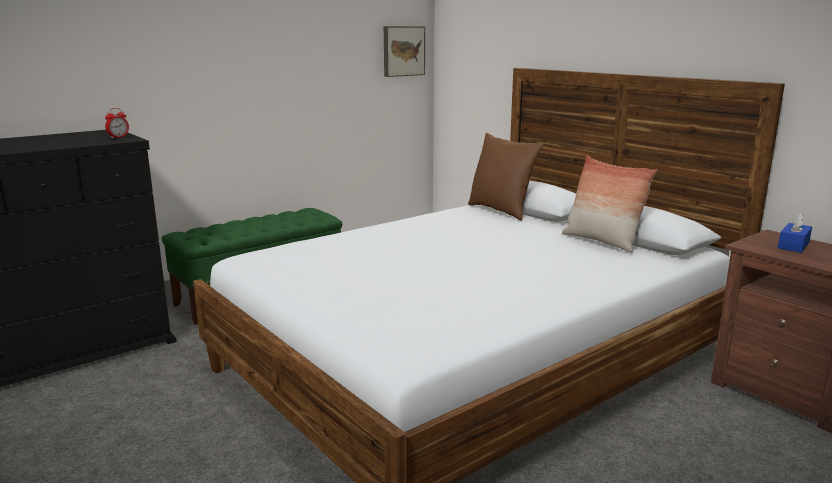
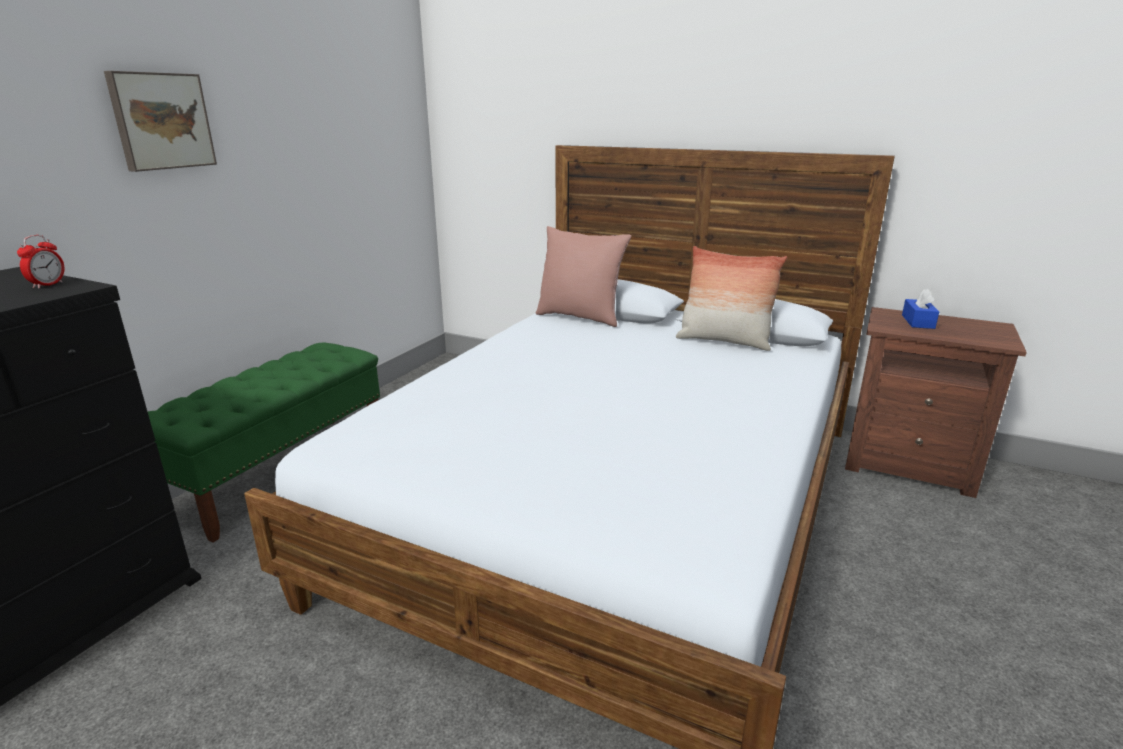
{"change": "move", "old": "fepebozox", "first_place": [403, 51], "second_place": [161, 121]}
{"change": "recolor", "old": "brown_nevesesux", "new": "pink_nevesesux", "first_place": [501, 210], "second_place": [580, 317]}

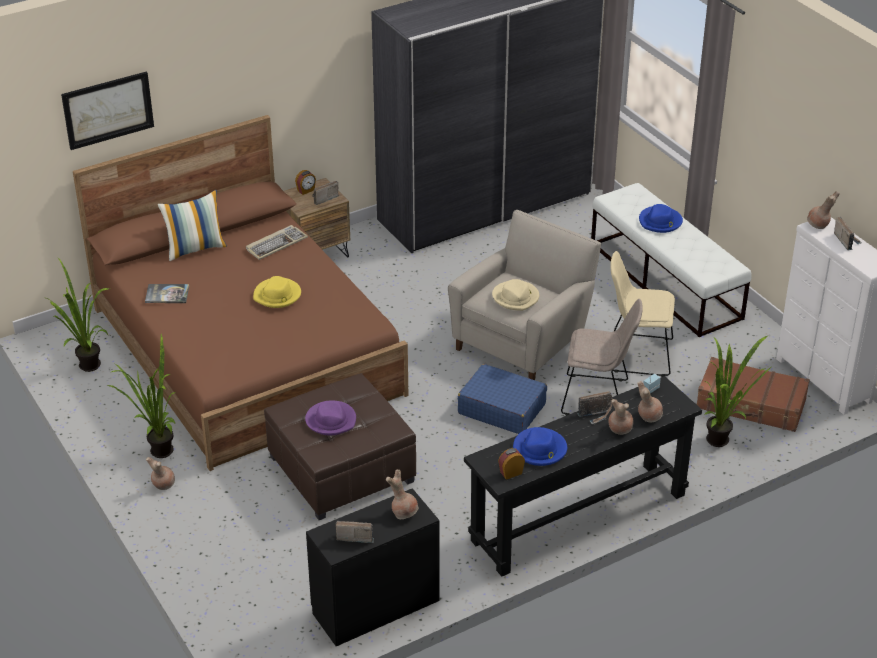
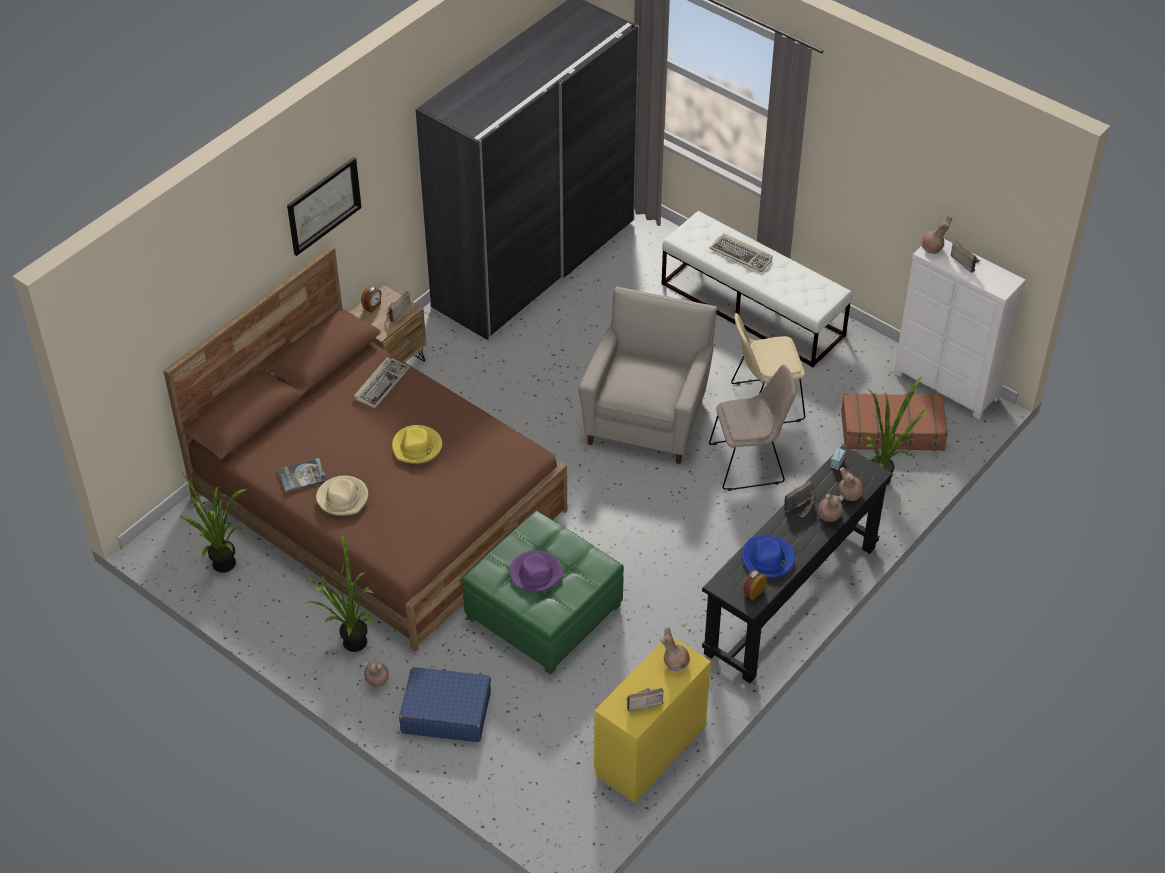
{"change": "move", "old": "fepebozox", "first_place": [108, 110], "second_place": [323, 205]}
{"change": "move", "old": "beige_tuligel", "first_place": [516, 297], "second_place": [343, 498]}
{"change": "move", "old": "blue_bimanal", "first_place": [501, 408], "second_place": [446, 712]}
{"change": "recolor", "old": "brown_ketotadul", "new": "green_ketotadul", "first_place": [341, 468], "second_place": [543, 611]}
{"change": "recolor", "old": "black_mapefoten", "new": "yellow_mapefoten", "first_place": [374, 606], "second_place": [649, 750]}
{"change": "replace", "old": "blue_tuligel", "new": "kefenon", "first_place": [660, 222], "second_place": [742, 254]}
{"change": "delete", "old": "nevesesux", "first_place": [195, 248]}

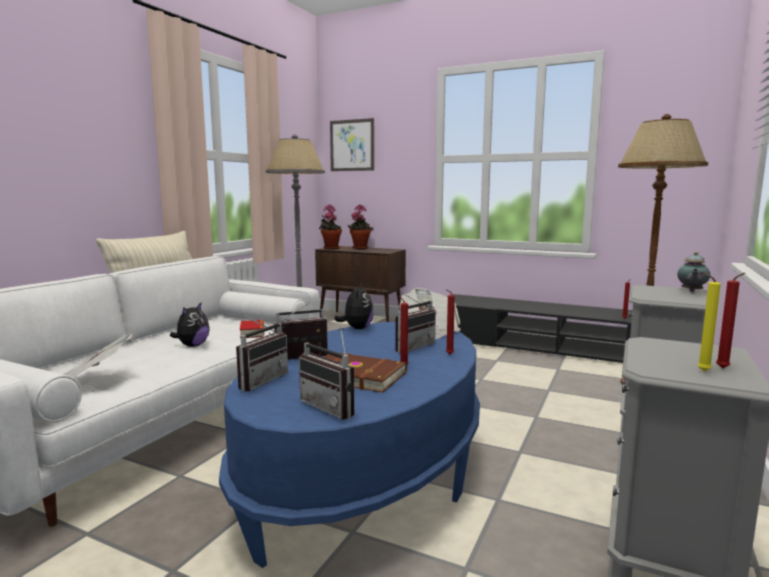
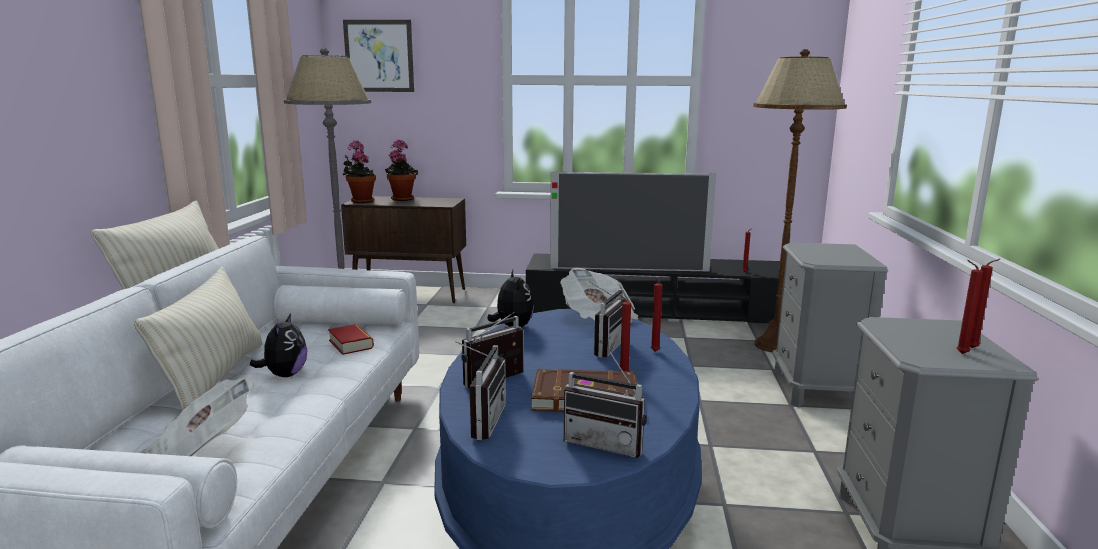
{"change": "insert", "new": "beige_nevesesux", "second_place": [215, 378]}
{"change": "insert", "new": "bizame", "second_place": [629, 269]}
{"change": "recolor", "old": "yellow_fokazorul", "new": "red_fokazorul", "first_place": [701, 370], "second_place": [959, 353]}
{"change": "delete", "old": "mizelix", "first_place": [691, 292]}

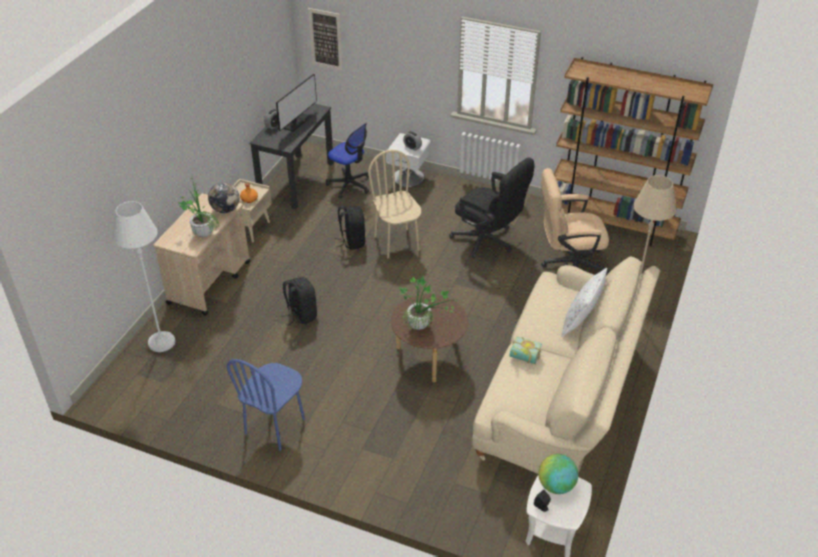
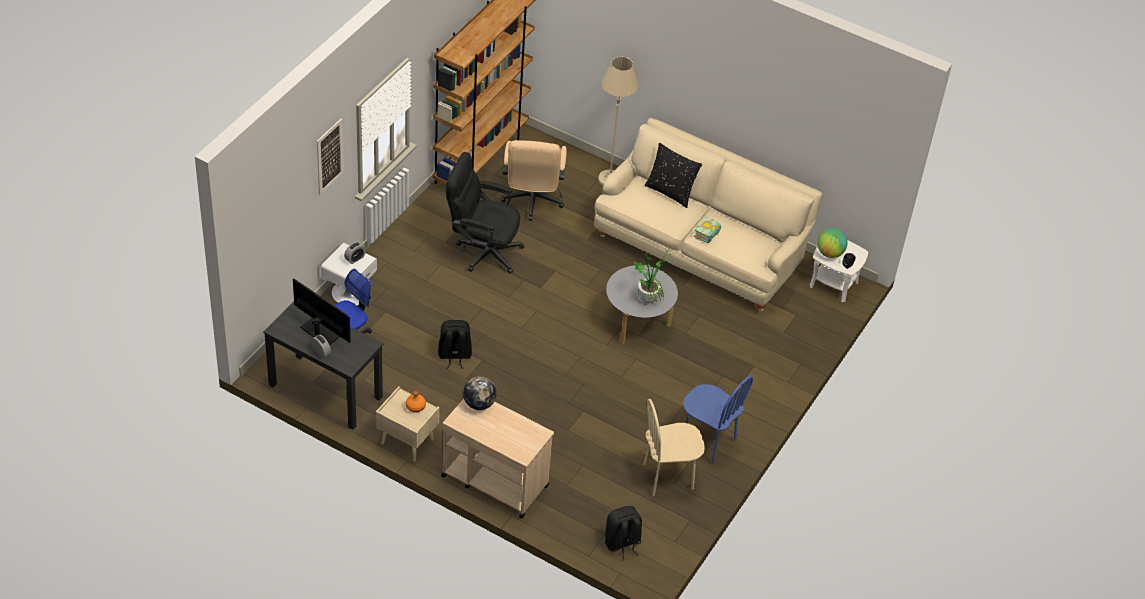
{"change": "move", "old": "fepebozox", "first_place": [326, 39], "second_place": [329, 156]}
{"change": "rotate", "old": "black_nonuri", "first_place": [488, 242], "second_place": [482, 251], "degrees": -120}
{"change": "move", "old": "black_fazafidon", "first_place": [301, 315], "second_place": [622, 543]}
{"change": "recolor", "old": "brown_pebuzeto", "new": "grey_pebuzeto", "first_place": [428, 356], "second_place": [637, 323]}
{"change": "move", "old": "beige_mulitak", "first_place": [397, 243], "second_place": [668, 476]}
{"change": "recolor", "old": "white_nevesesux", "new": "black_nevesesux", "first_place": [581, 321], "second_place": [670, 192]}
{"change": "delete", "old": "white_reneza", "first_place": [161, 342]}
{"change": "delete", "old": "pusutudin", "first_place": [202, 231]}

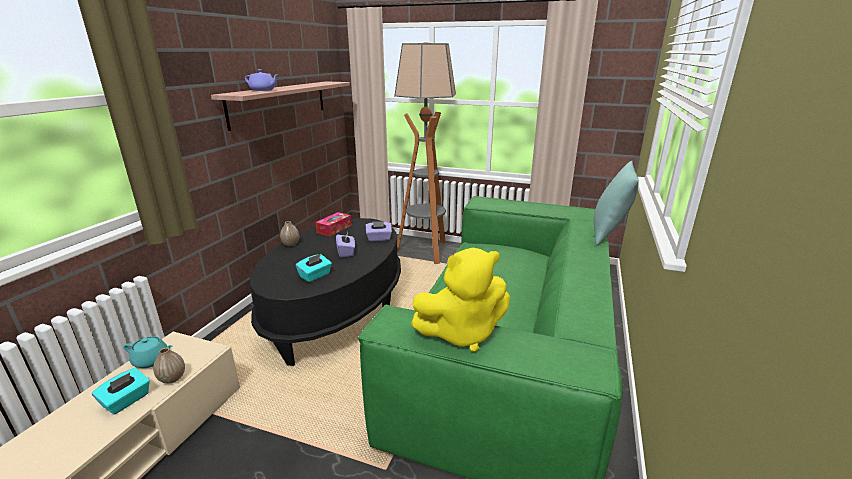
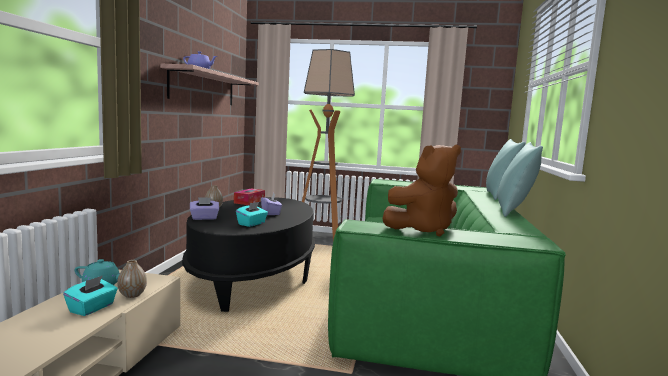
{"change": "move", "old": "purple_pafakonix", "first_place": [379, 238], "second_place": [204, 218]}
{"change": "recolor", "old": "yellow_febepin", "new": "brown_febepin", "first_place": [462, 333], "second_place": [423, 229]}
{"change": "insert", "new": "turquoise_nevesesux", "second_place": [514, 211]}

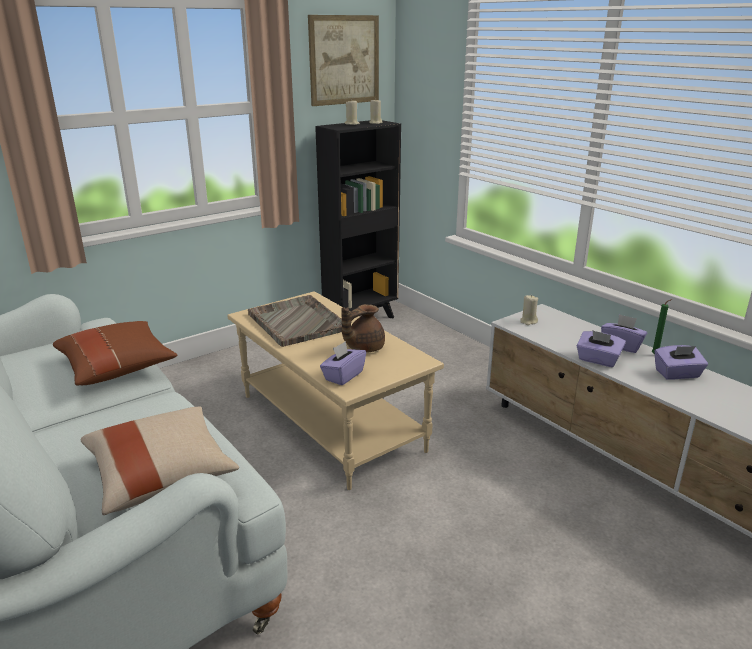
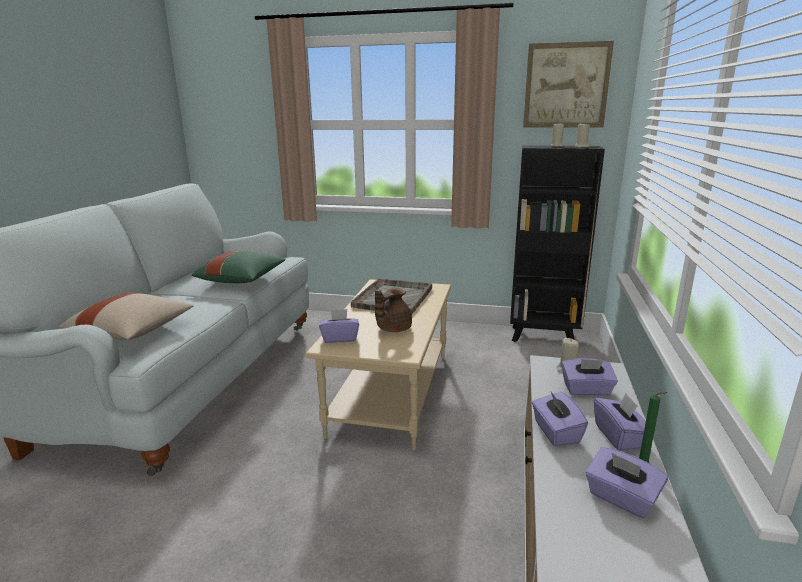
{"change": "recolor", "old": "brown_nevesesux", "new": "green_nevesesux", "first_place": [117, 368], "second_place": [242, 280]}
{"change": "rotate", "old": "brown_mizelix", "first_place": [363, 348], "second_place": [392, 329], "degrees": -60}
{"change": "insert", "new": "purple_pafakonix", "second_place": [586, 390]}

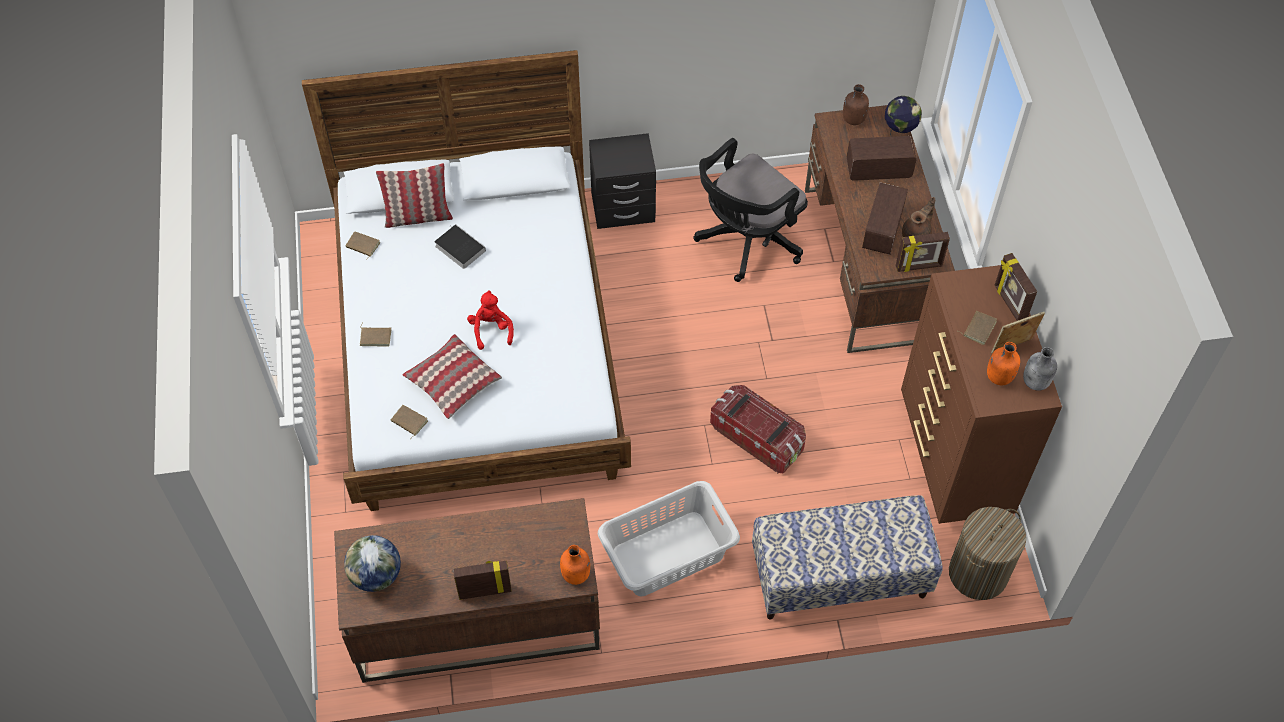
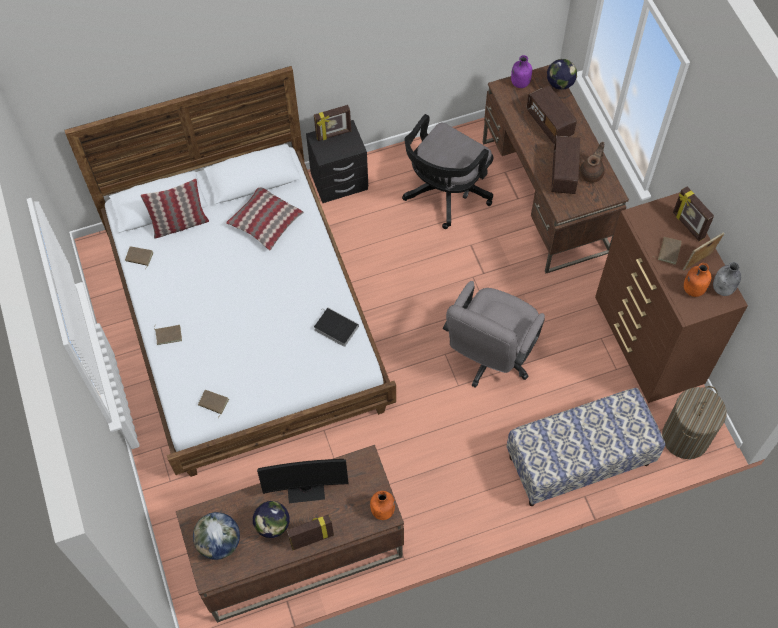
{"change": "move", "old": "nevesesux", "first_place": [453, 382], "second_place": [265, 222]}
{"change": "insert", "new": "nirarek", "second_place": [273, 528]}
{"change": "insert", "new": "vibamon", "second_place": [306, 488]}
{"change": "move", "old": "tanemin", "first_place": [919, 267], "second_place": [333, 134]}
{"change": "move", "old": "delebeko", "first_place": [458, 248], "second_place": [335, 328]}
{"change": "replace", "old": "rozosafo", "new": "grey_nonuri", "first_place": [757, 438], "second_place": [489, 357]}
{"change": "recolor", "old": "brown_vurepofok", "new": "purple_vurepofok", "first_place": [853, 119], "second_place": [519, 83]}
{"change": "rotate", "old": "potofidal", "first_place": [878, 170], "second_place": [549, 123], "degrees": -105}
{"change": "delete", "old": "red_febepin", "first_place": [491, 330]}
{"change": "delete", "old": "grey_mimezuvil", "first_place": [667, 553]}

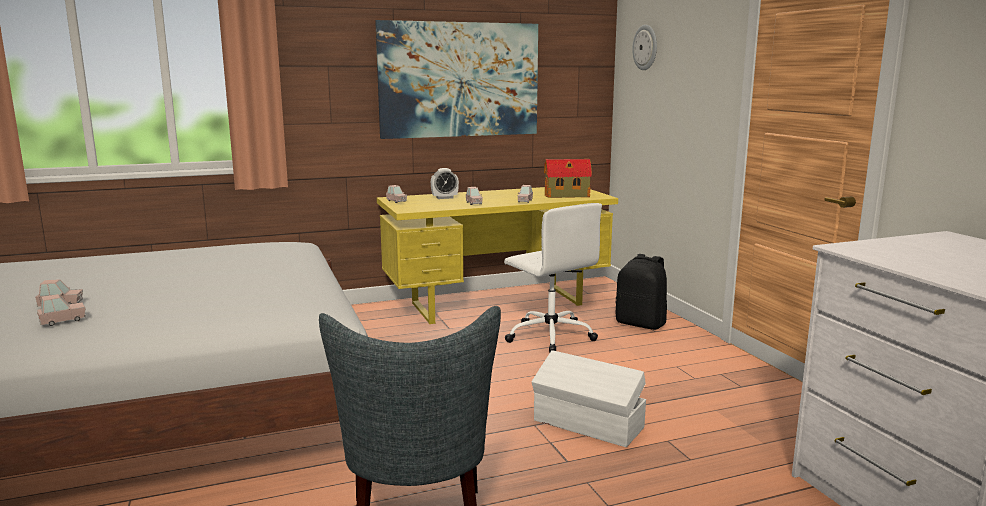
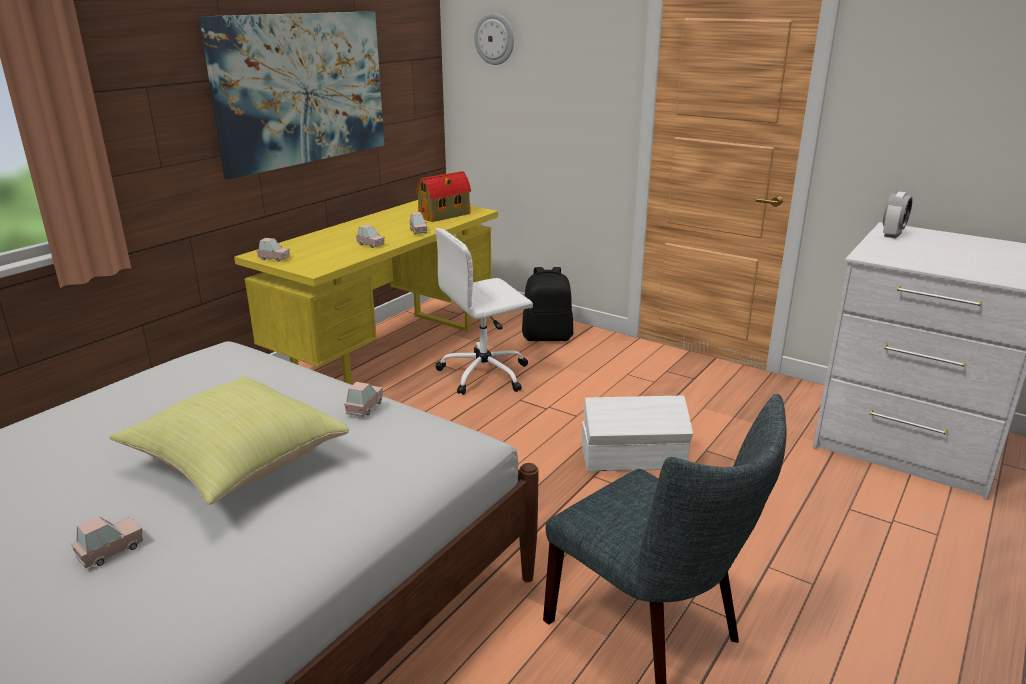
{"change": "insert", "new": "yellow_nevesesux", "second_place": [234, 463]}
{"change": "move", "old": "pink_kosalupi", "first_place": [63, 321], "second_place": [365, 407]}
{"change": "rotate", "old": "white_nonuri", "first_place": [550, 335], "second_place": [485, 373], "degrees": 135}
{"change": "move", "old": "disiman", "first_place": [444, 198], "second_place": [892, 234]}

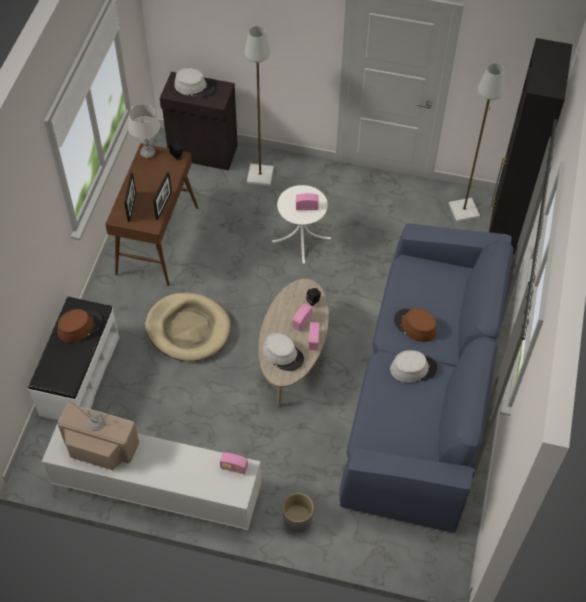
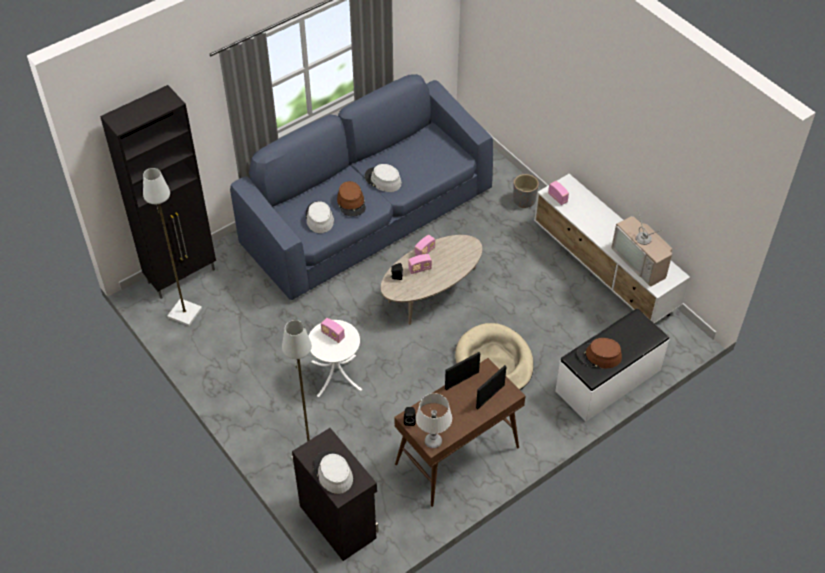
{"change": "move", "old": "grey_tuligel", "first_place": [283, 354], "second_place": [319, 218]}

